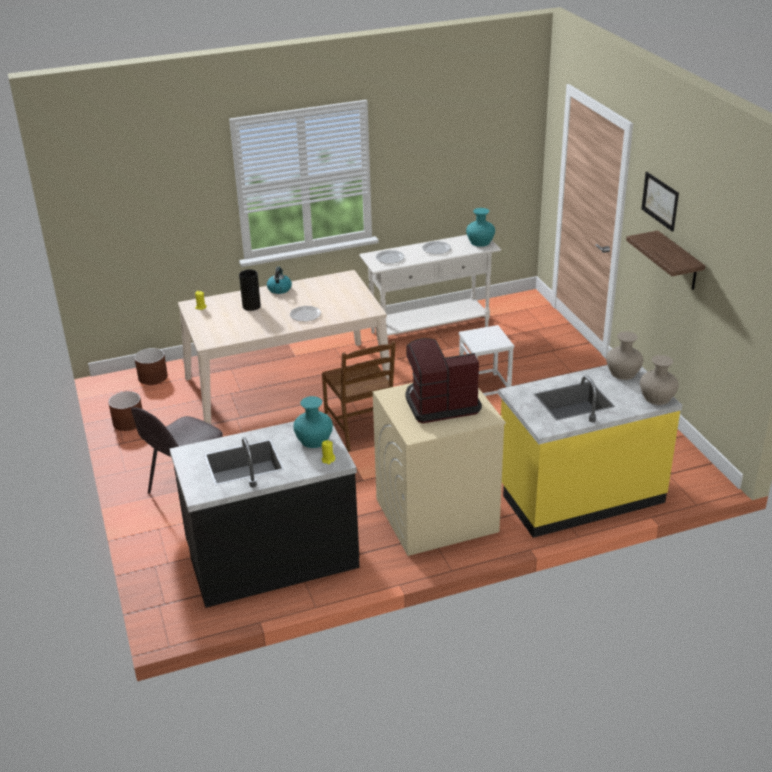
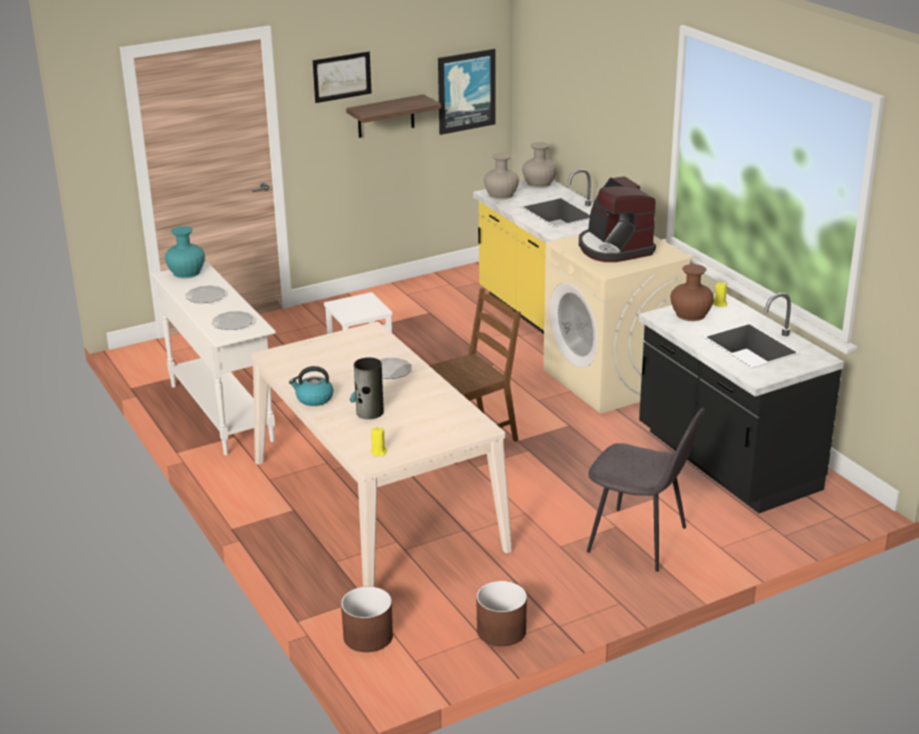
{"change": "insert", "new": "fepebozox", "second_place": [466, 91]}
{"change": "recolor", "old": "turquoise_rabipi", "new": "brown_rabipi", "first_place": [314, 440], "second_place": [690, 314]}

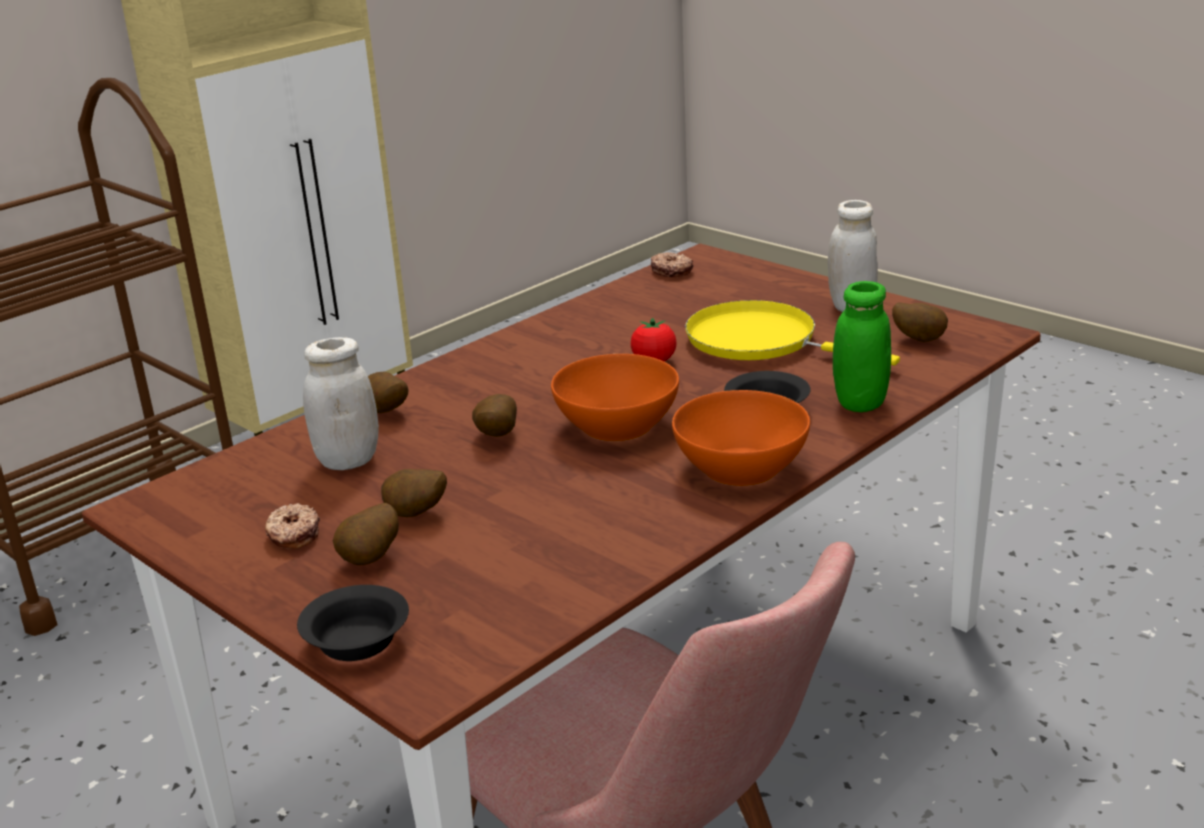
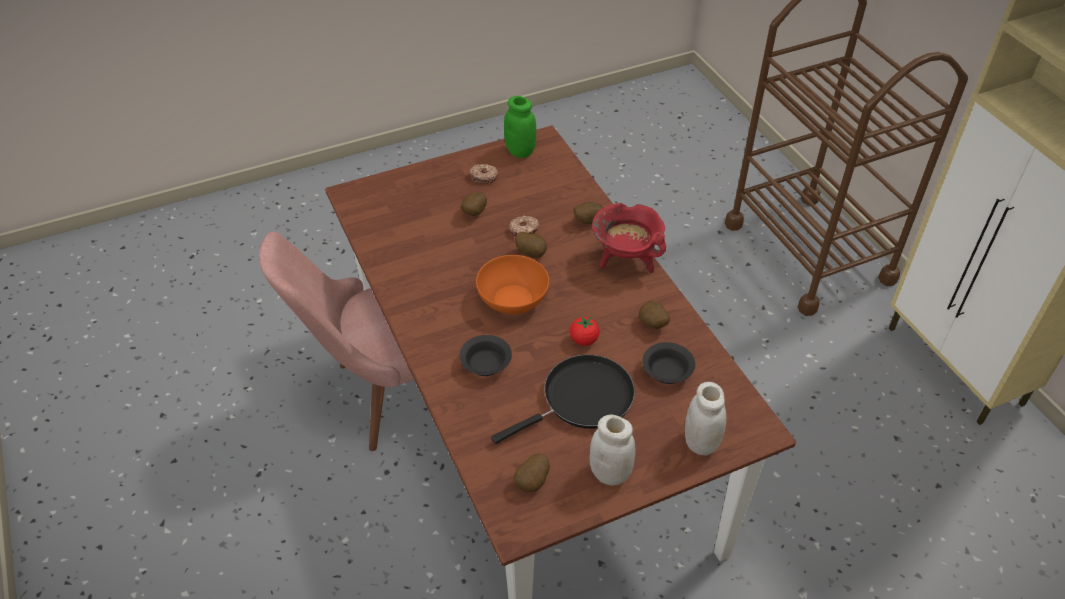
{"change": "recolor", "old": "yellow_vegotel", "new": "black_vegotel", "first_place": [760, 341], "second_place": [582, 399]}
{"change": "move", "old": "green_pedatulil", "first_place": [860, 402], "second_place": [520, 151]}
{"change": "move", "old": "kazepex", "first_place": [671, 271], "second_place": [524, 230]}
{"change": "insert", "new": "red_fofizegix", "second_place": [626, 260]}
{"change": "move", "old": "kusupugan", "first_place": [372, 559], "second_place": [652, 325]}
{"change": "move", "old": "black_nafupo", "first_place": [356, 643], "second_place": [666, 371]}
{"change": "move", "old": "white_pedatulil", "first_place": [348, 460], "second_place": [701, 443]}
{"change": "delete", "old": "orange_nafupo", "first_place": [741, 467]}

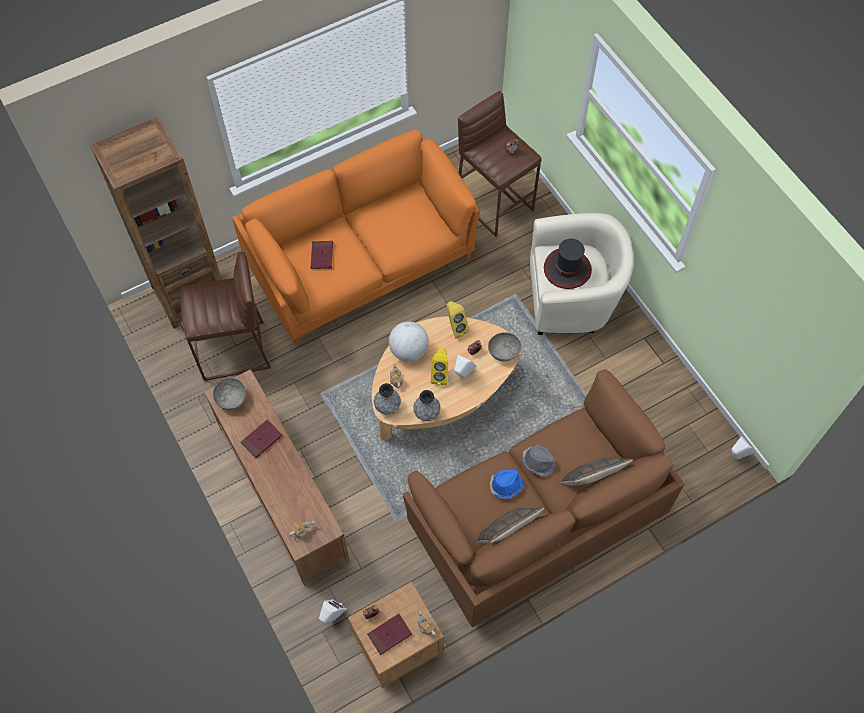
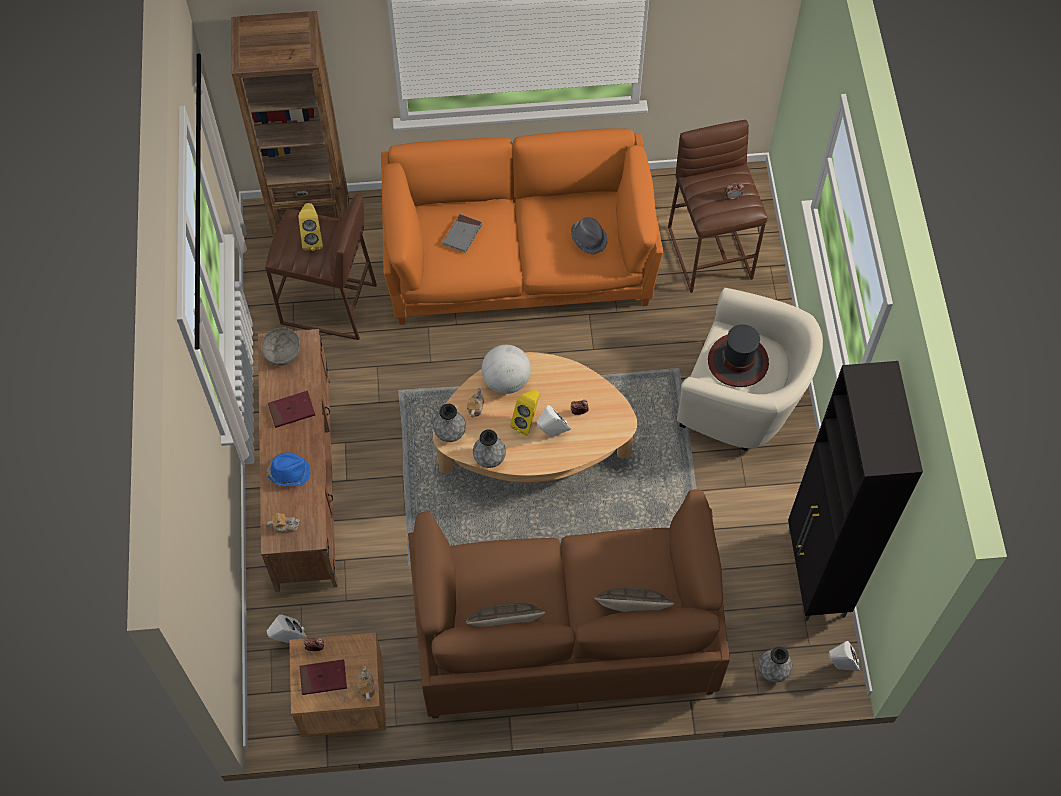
{"change": "move", "old": "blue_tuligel", "first_place": [505, 485], "second_place": [289, 472]}
{"change": "move", "old": "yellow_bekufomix", "first_place": [455, 328], "second_place": [313, 239]}
{"change": "recolor", "old": "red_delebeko", "new": "grey_delebeko", "first_place": [322, 256], "second_place": [462, 234]}
{"change": "move", "old": "grey_tuligel", "first_place": [538, 461], "second_place": [589, 238]}
{"change": "insert", "new": "grey_rabipi", "second_place": [772, 671]}
{"change": "insert", "new": "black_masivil", "second_place": [816, 575]}
{"change": "delete", "old": "grey_nafupo", "first_place": [504, 351]}

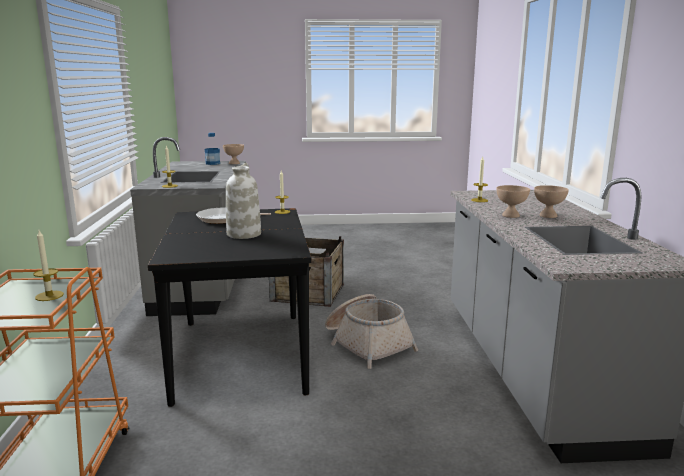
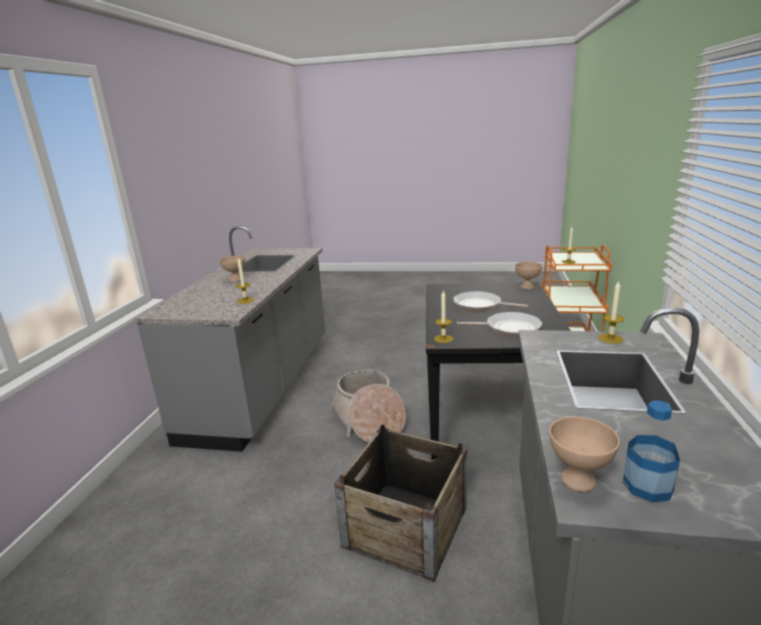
{"change": "replace", "old": "white_rabipi", "new": "vegotel", "first_place": [243, 234], "second_place": [480, 305]}
{"change": "move", "old": "beige_nafupo", "first_place": [510, 215], "second_place": [527, 287]}

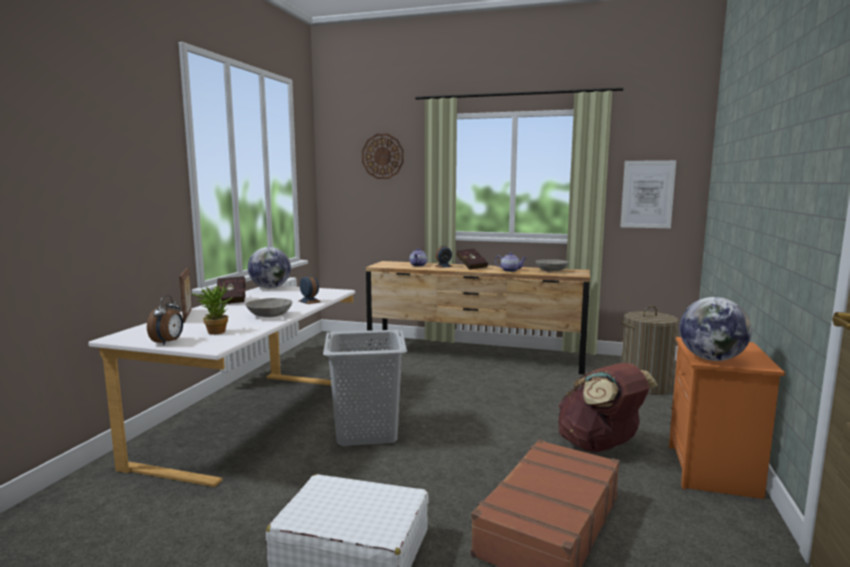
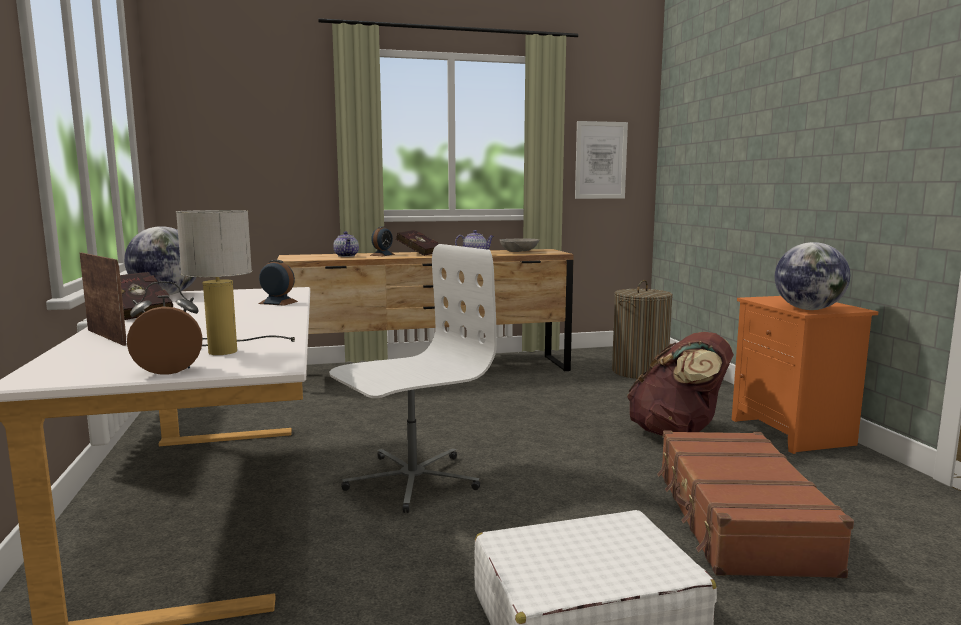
{"change": "rotate", "old": "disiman", "first_place": [168, 342], "second_place": [169, 370], "degrees": -90}
{"change": "replace", "old": "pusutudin", "new": "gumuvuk", "first_place": [215, 331], "second_place": [218, 348]}
{"change": "replace", "old": "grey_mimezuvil", "new": "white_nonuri", "first_place": [367, 432], "second_place": [411, 480]}
{"change": "delete", "old": "grey_nafupo", "first_place": [269, 315]}
{"change": "delete", "old": "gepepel", "first_place": [382, 156]}

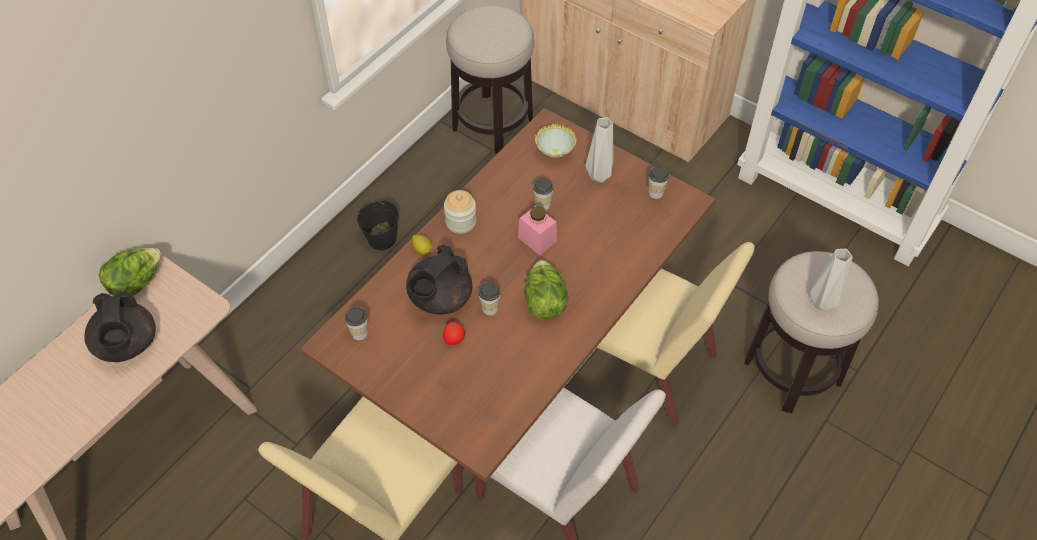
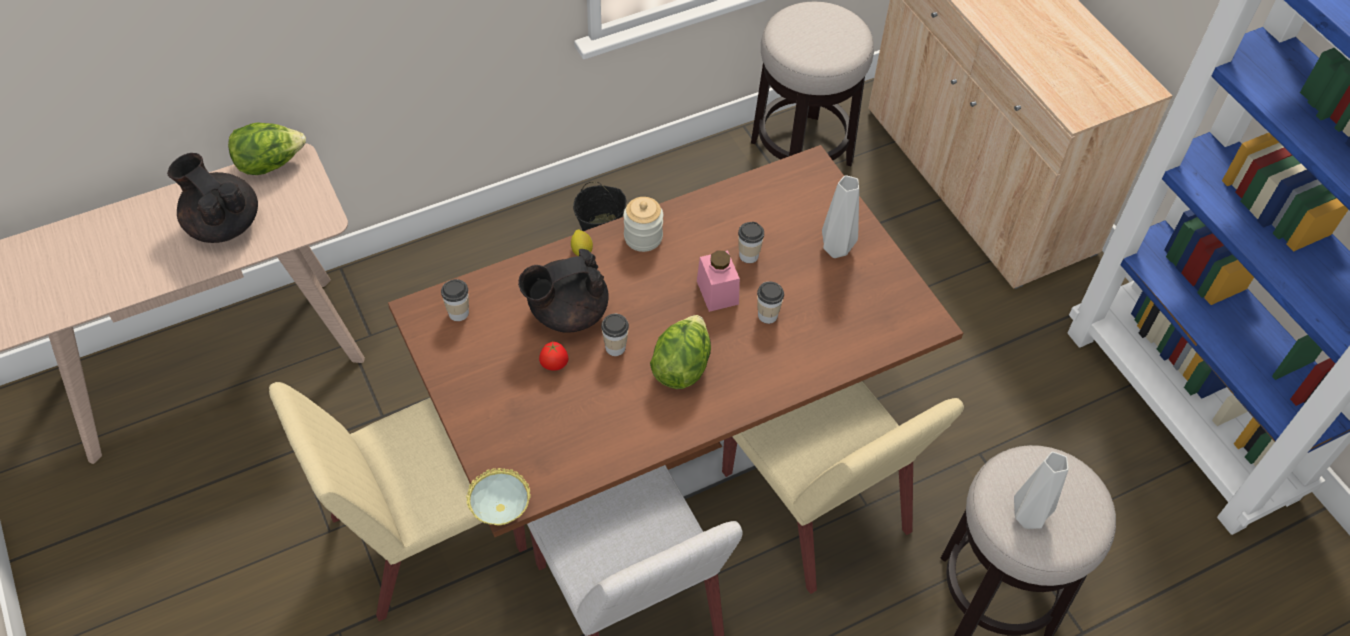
{"change": "rotate", "old": "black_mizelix", "first_place": [127, 345], "second_place": [223, 224], "degrees": 120}
{"change": "move", "old": "nafupo", "first_place": [555, 154], "second_place": [501, 511]}
{"change": "move", "old": "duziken", "first_place": [655, 193], "second_place": [767, 315]}

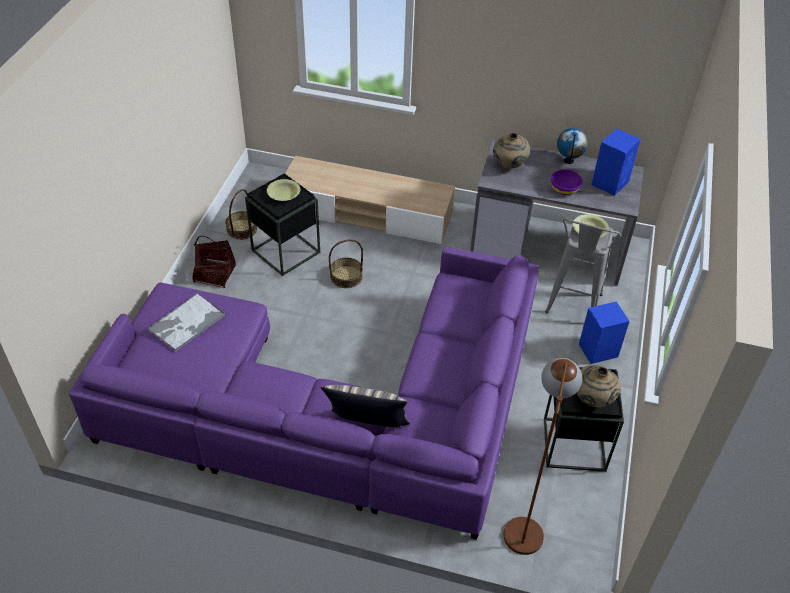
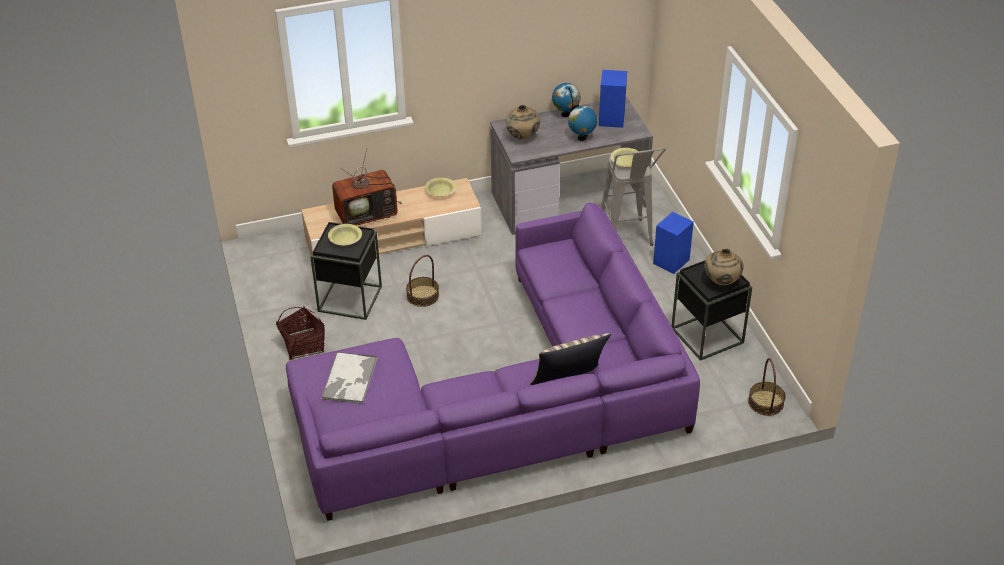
{"change": "insert", "new": "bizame", "second_place": [367, 213]}
{"change": "insert", "new": "yellow_nafupo", "second_place": [440, 191]}
{"change": "replace", "old": "purple_nafupo", "new": "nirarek", "first_place": [564, 189], "second_place": [581, 138]}
{"change": "move", "old": "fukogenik", "first_place": [242, 229], "second_place": [766, 402]}
{"change": "delete", "old": "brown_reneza", "first_place": [525, 523]}

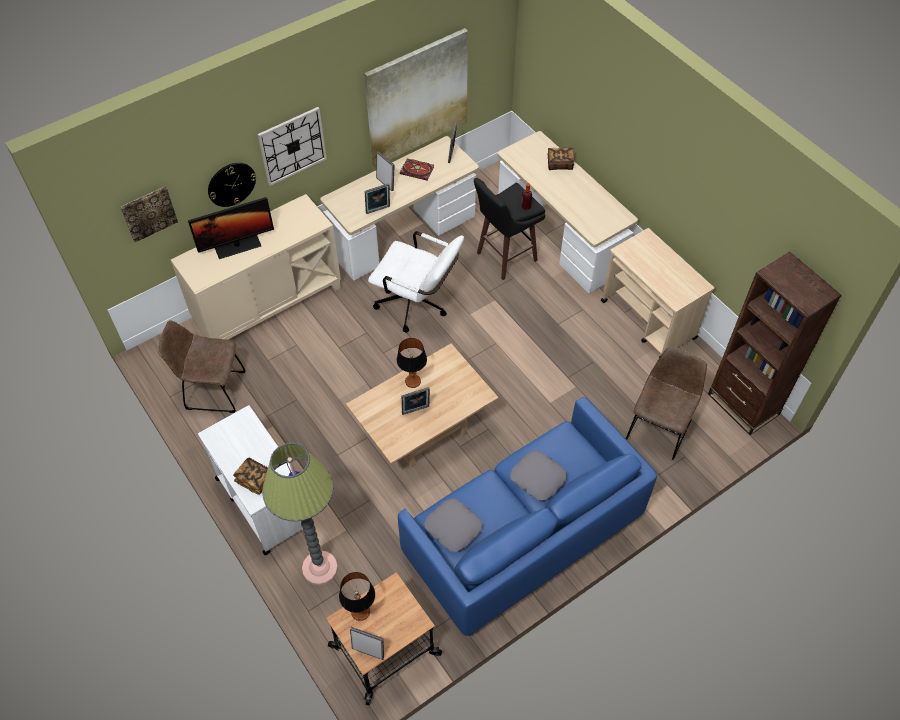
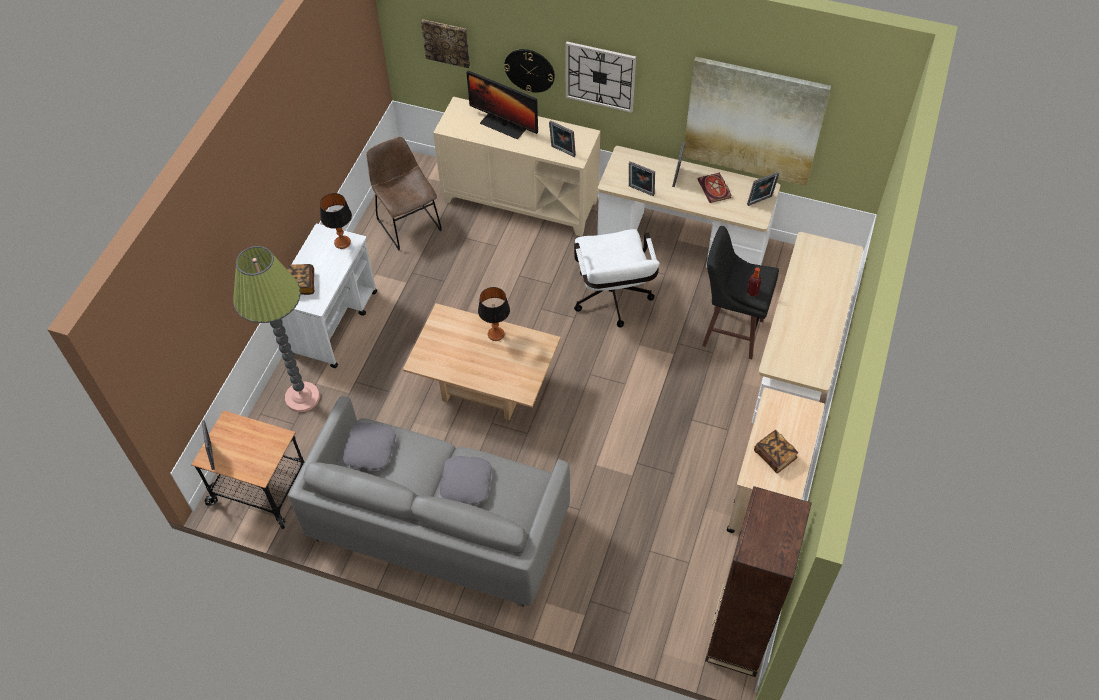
{"change": "recolor", "old": "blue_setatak", "new": "grey_setatak", "first_place": [522, 536], "second_place": [438, 525]}
{"change": "move", "old": "gumuvuk", "first_place": [360, 611], "second_place": [342, 242]}
{"change": "move", "old": "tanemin", "first_place": [416, 411], "second_place": [562, 152]}
{"change": "move", "old": "delebeko", "first_place": [560, 164], "second_place": [774, 456]}
{"change": "delete", "old": "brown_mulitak", "first_place": [659, 427]}

